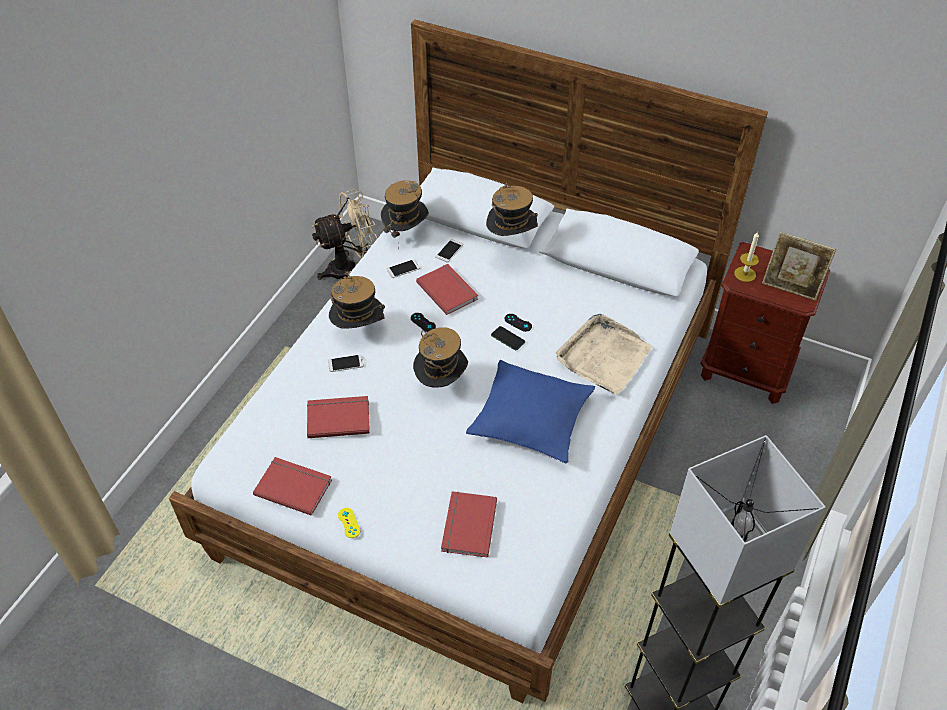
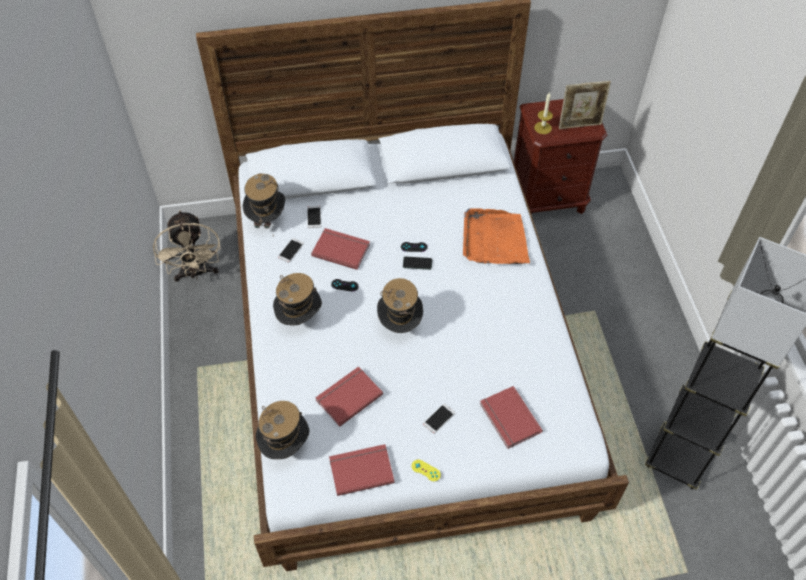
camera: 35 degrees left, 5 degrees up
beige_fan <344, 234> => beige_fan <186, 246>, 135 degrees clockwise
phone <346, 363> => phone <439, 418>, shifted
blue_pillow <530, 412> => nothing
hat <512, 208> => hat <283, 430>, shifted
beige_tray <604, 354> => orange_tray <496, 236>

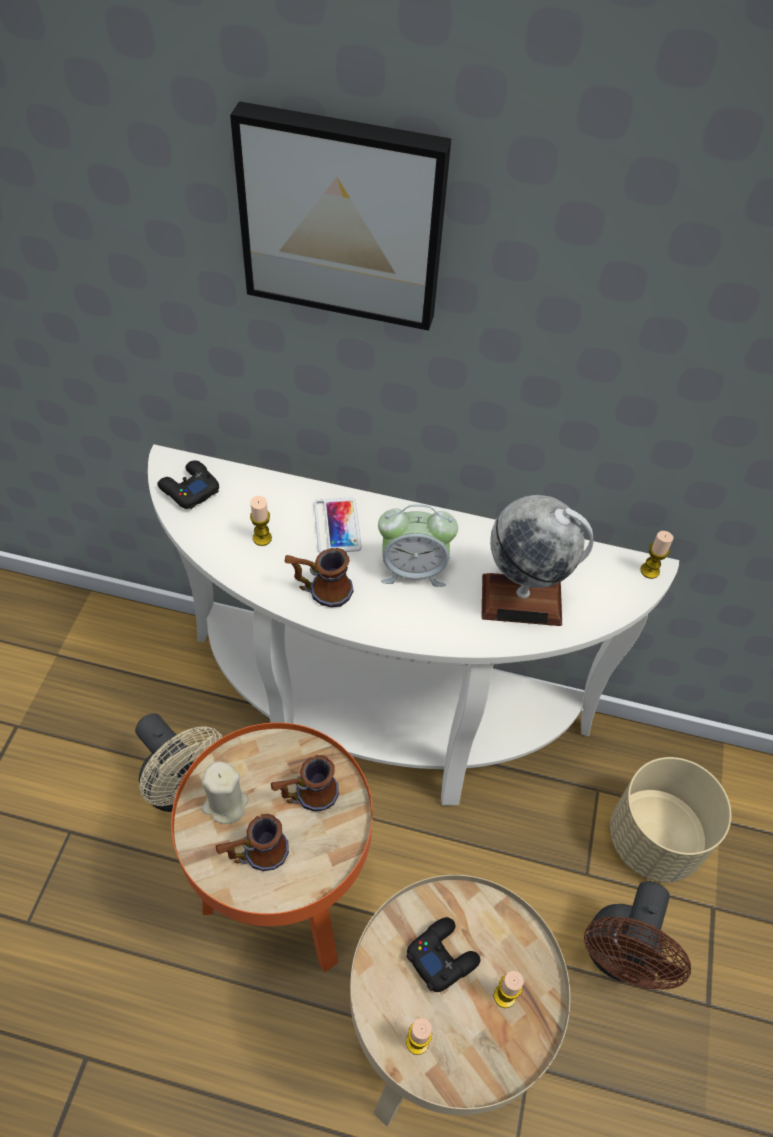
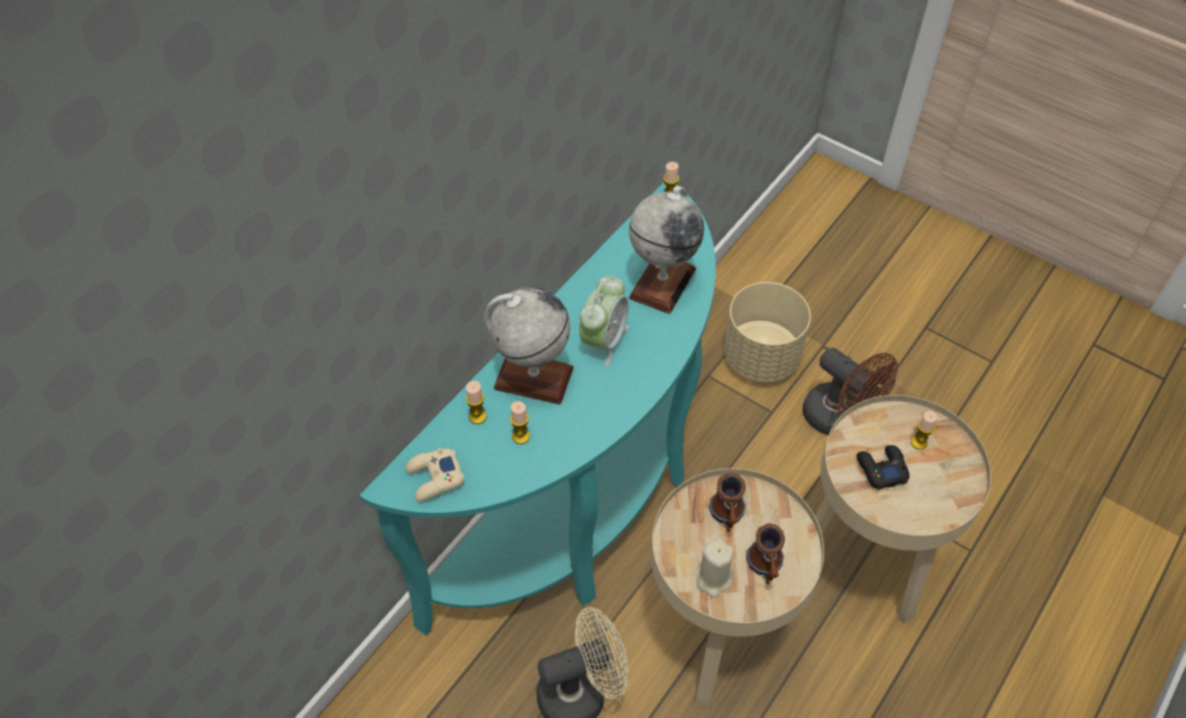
camera: 65 degrees left, 0 degrees up
white_console_table <413, 625> => turquoise_console_table <537, 408>
black_game_controller <188, 484> => beige_game_controller <435, 475>
orange_side_table <272, 847> => beige_side_table <737, 587>
picture <340, 216> => nothing
mug <319, 577> => nothing
phone <338, 525> => globe <529, 346>
candle <419, 1036> => candle <476, 402>, shifted

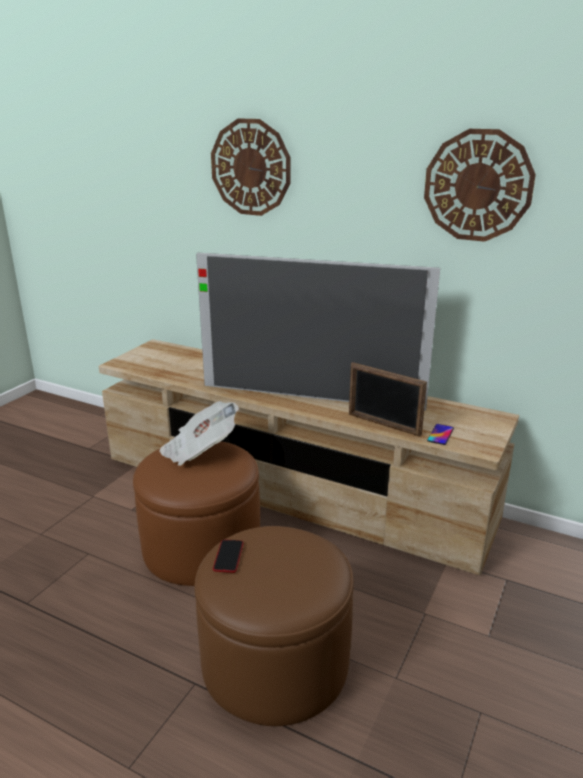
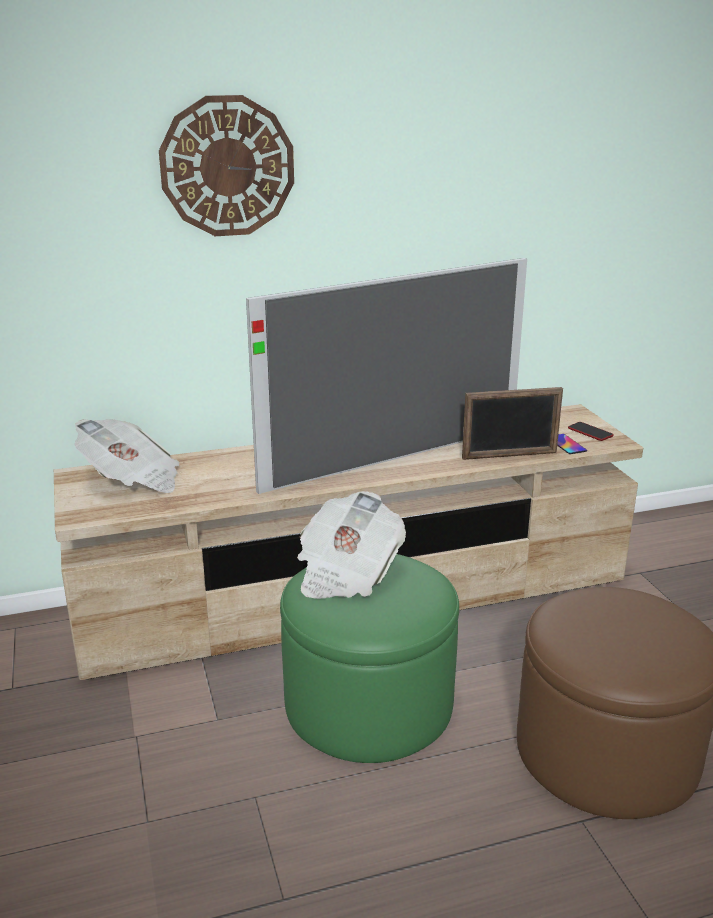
camera: 45 degrees left, 0 degrees up
brown_ottoman <196, 513> => green_ottoman <369, 658>
phone <228, 556> => phone <591, 431>, shifted
wall_clock <480, 185> => nothing
nothing => newspaper <126, 456>

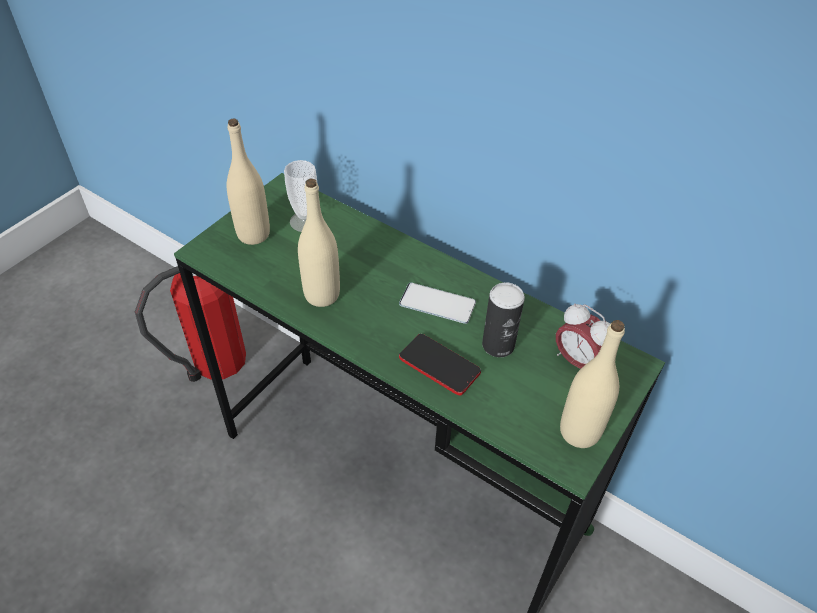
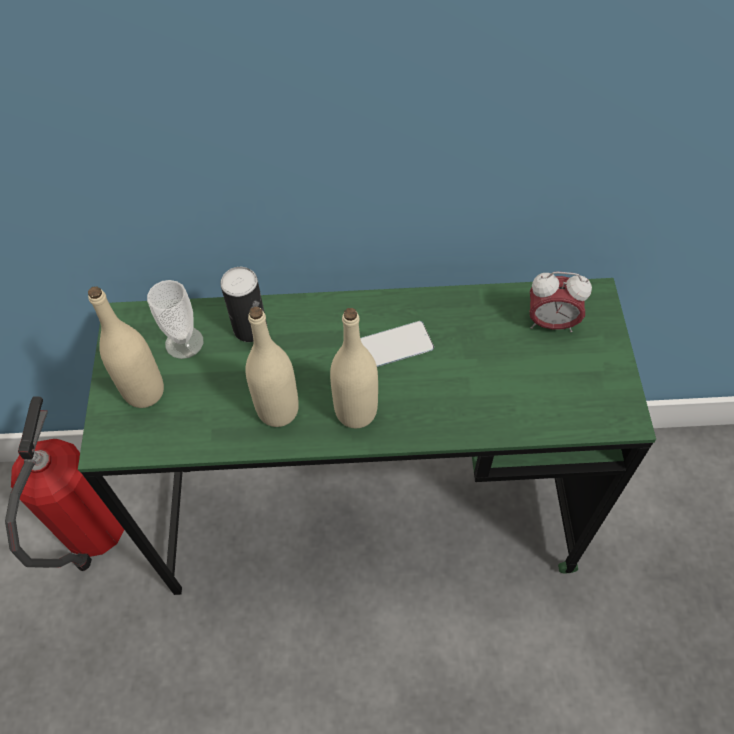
camera: 35 degrees left, 10 degrees up
phone <440, 365> => nothing
can <503, 319> => can <243, 304>, shifted
beige_bottle <592, 384> => beige_bottle <354, 368>, shifted

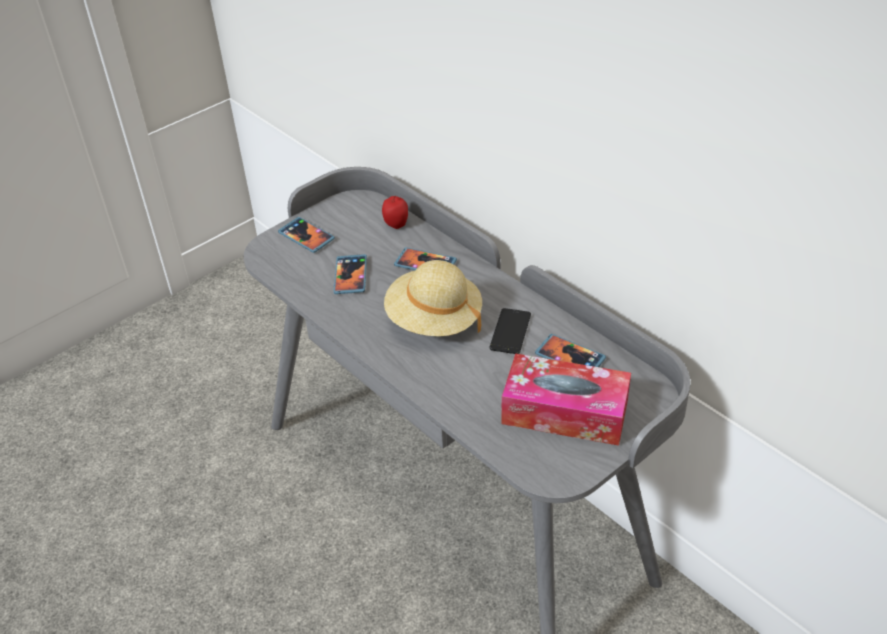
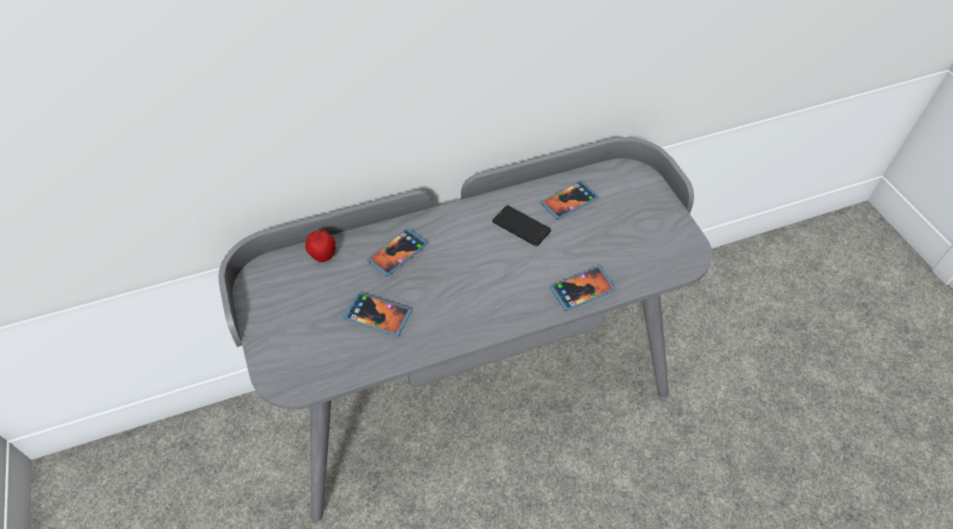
camera: 70 degrees left, 10 degrees up
phone <306, 235> => phone <583, 288>, shifted
beige_hat <433, 298> => nothing
tissue_box <566, 399> => nothing

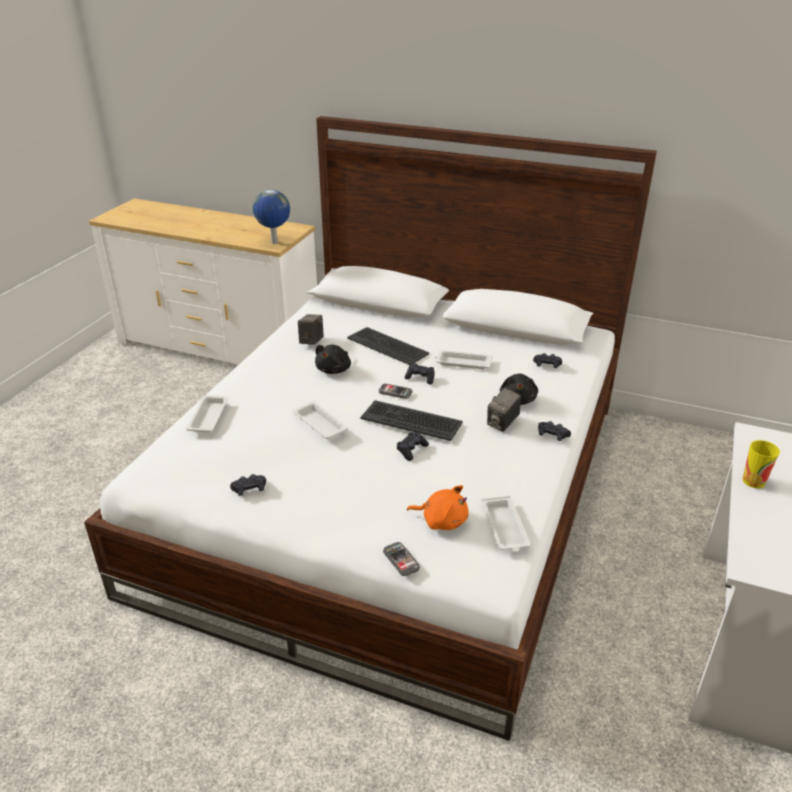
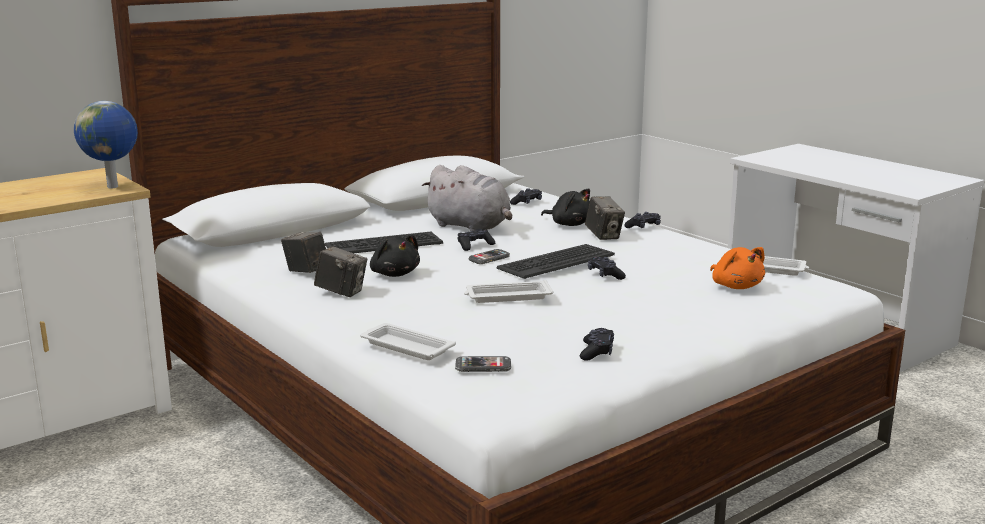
camera: 60 degrees left, 15 degrees down
phone <401, 559> => phone <483, 364>, shifted
orange_plush_toy <438, 507> => orange_plush_toy <737, 268>, 105 degrees clockwise
white_tray <464, 359> => grey_plush_toy <467, 198>
cup <761, 464> => nothing
nothing => photo_camera <340, 271>

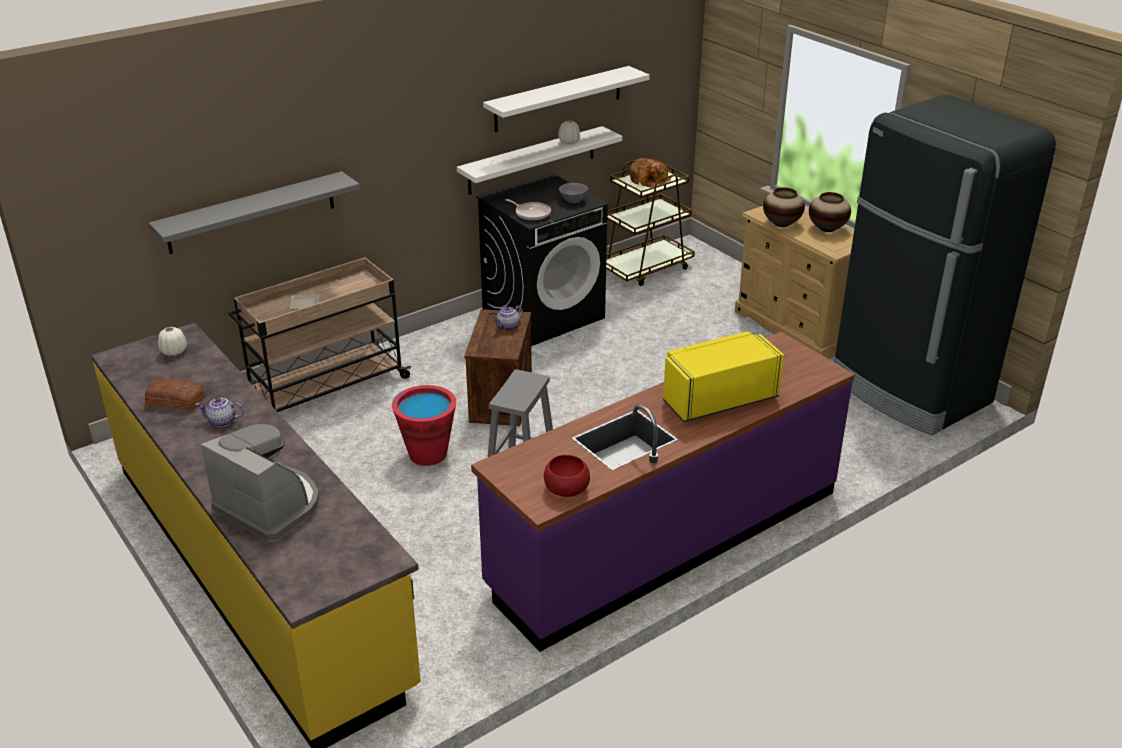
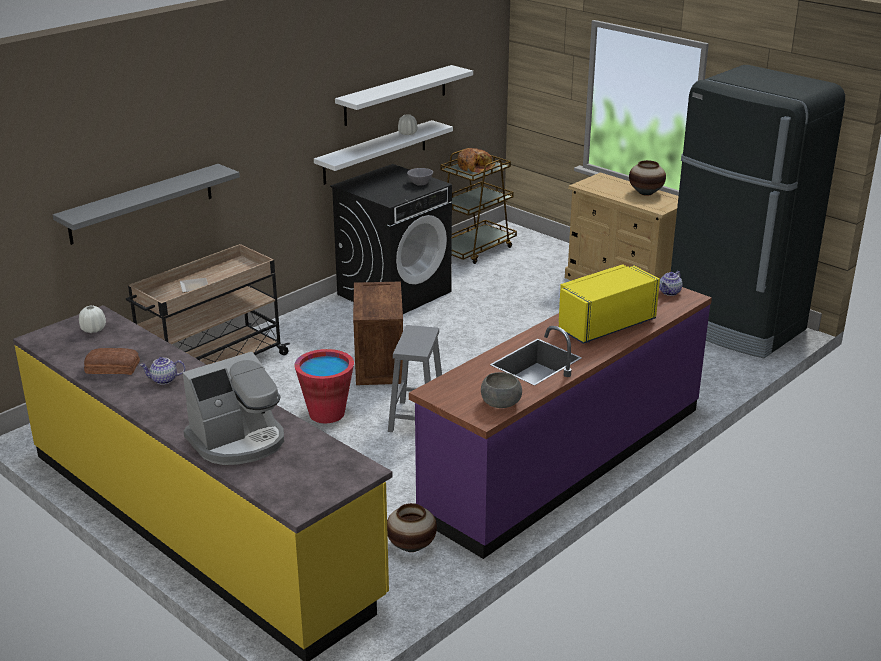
camera: 10 degrees left, 5 degrees down
coffee_machine <260, 483> => coffee_machine <233, 408>, 120 degrees clockwise
teapot <508, 318> => teapot <671, 283>, shifted
frying_pan <528, 210> => nothing
red_bowl <567, 476> => grey_bowl <501, 390>
vase <784, 207> => vase <412, 527>, shifted

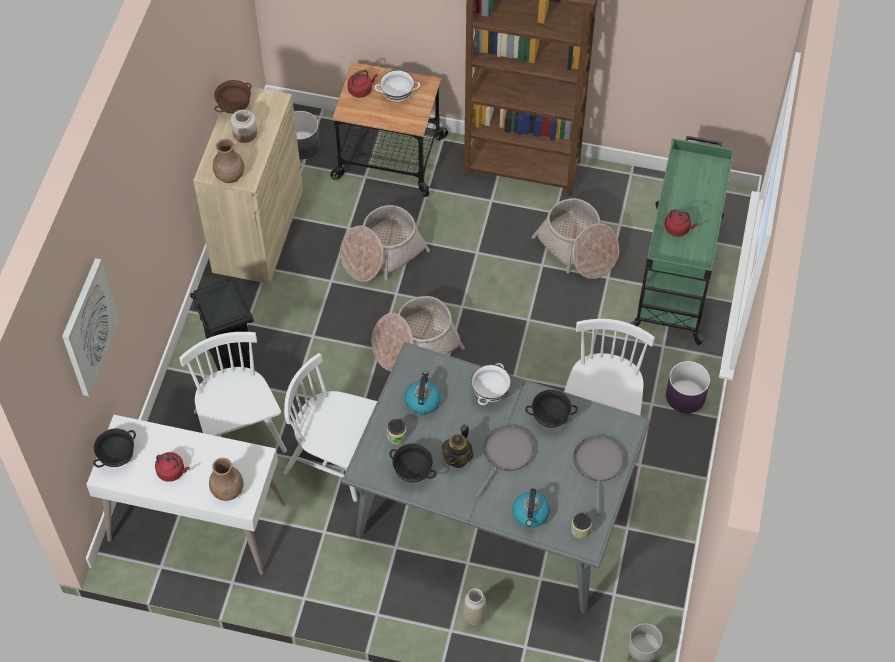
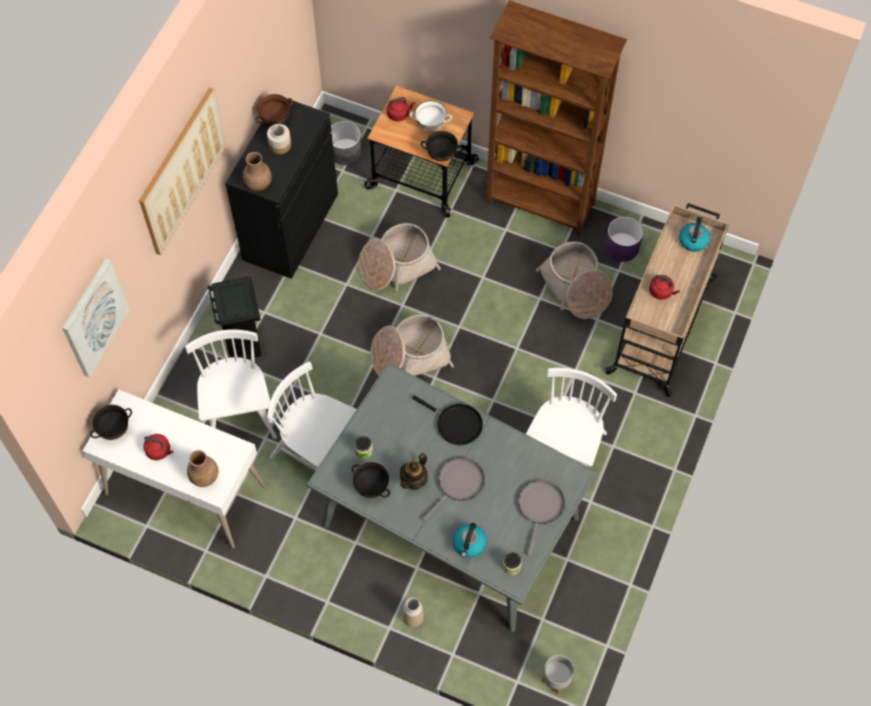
camera: 10 degrees right, 5 degrees up
beige_cabinet <248, 185> => black_cabinet <281, 189>
kettle <423, 392> => kettle <694, 233>, shifted
white_bowl <491, 384> => black_frying_pan <447, 420>
black_bowl <551, 408> => black_bowl <442, 146>, shifted
green_cart <682, 240> => beige_cart <667, 300>
purple_planter <688, 387> => purple_planter <624, 239>, shifted
nothing => picture <182, 171>

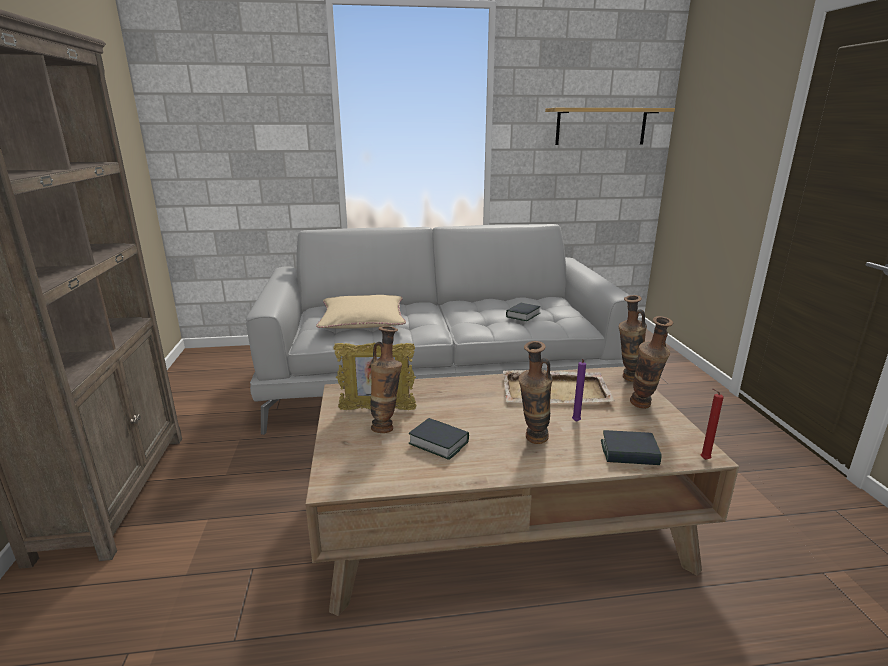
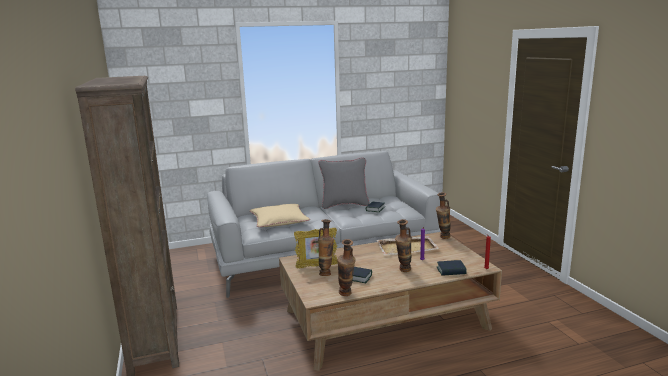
camera: 10 degrees left, 5 degrees down
shelf <610, 126> => nothing
vase <651, 362> => vase <346, 267>, shifted
nothing => grey_pillow <344, 183>

